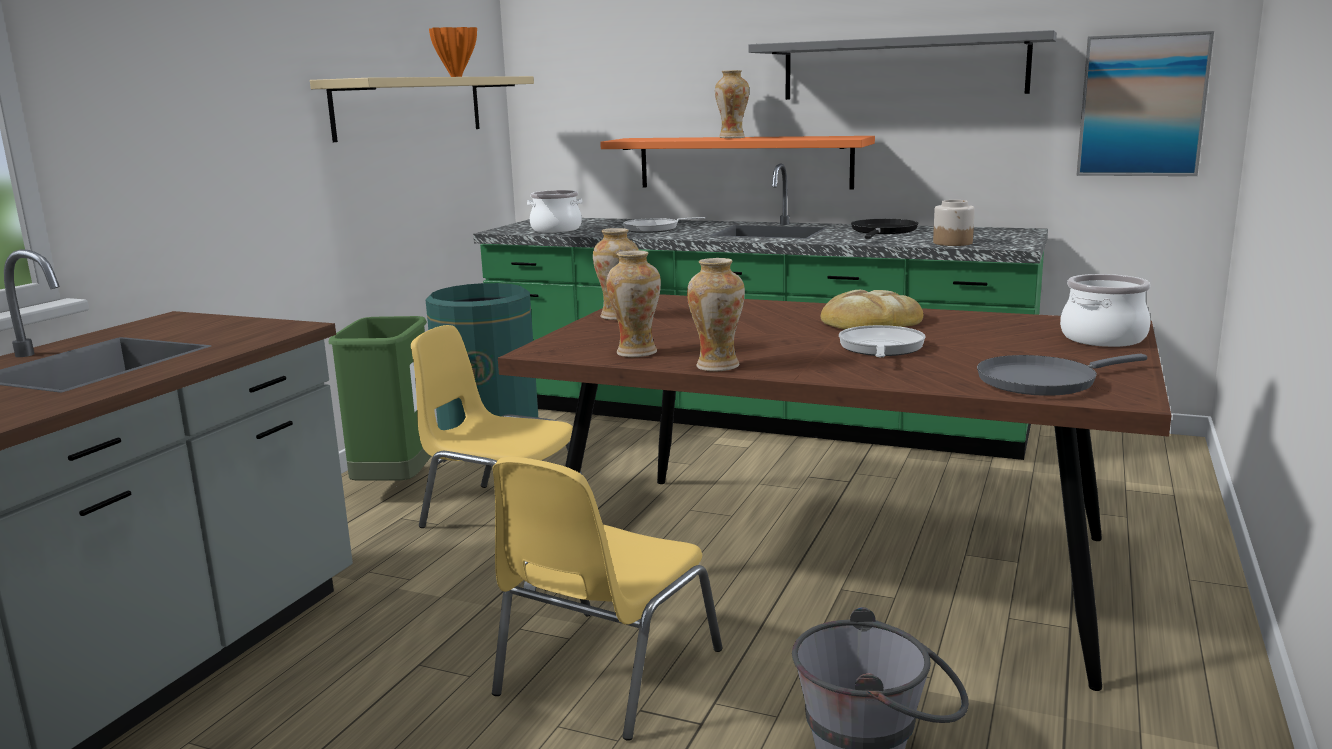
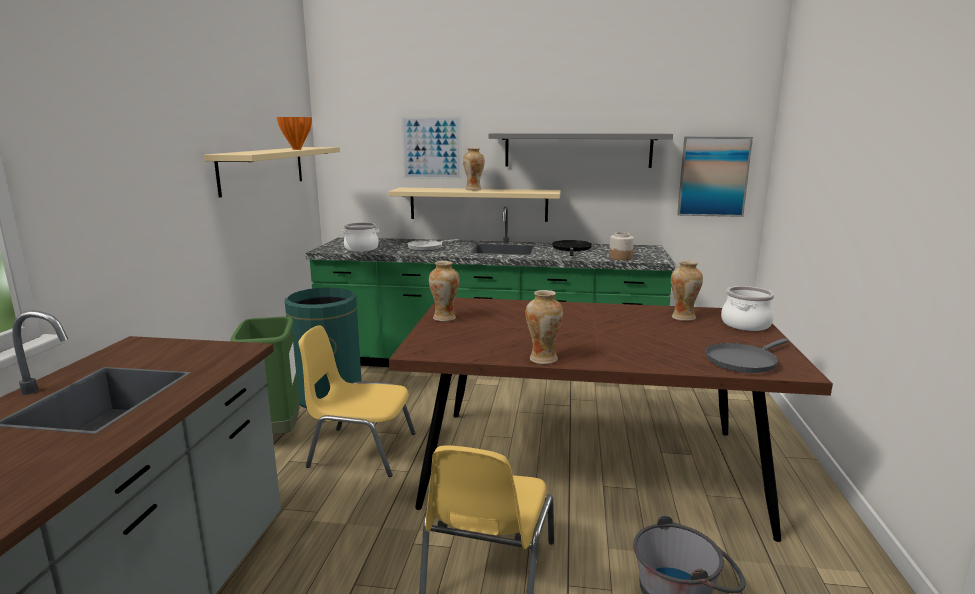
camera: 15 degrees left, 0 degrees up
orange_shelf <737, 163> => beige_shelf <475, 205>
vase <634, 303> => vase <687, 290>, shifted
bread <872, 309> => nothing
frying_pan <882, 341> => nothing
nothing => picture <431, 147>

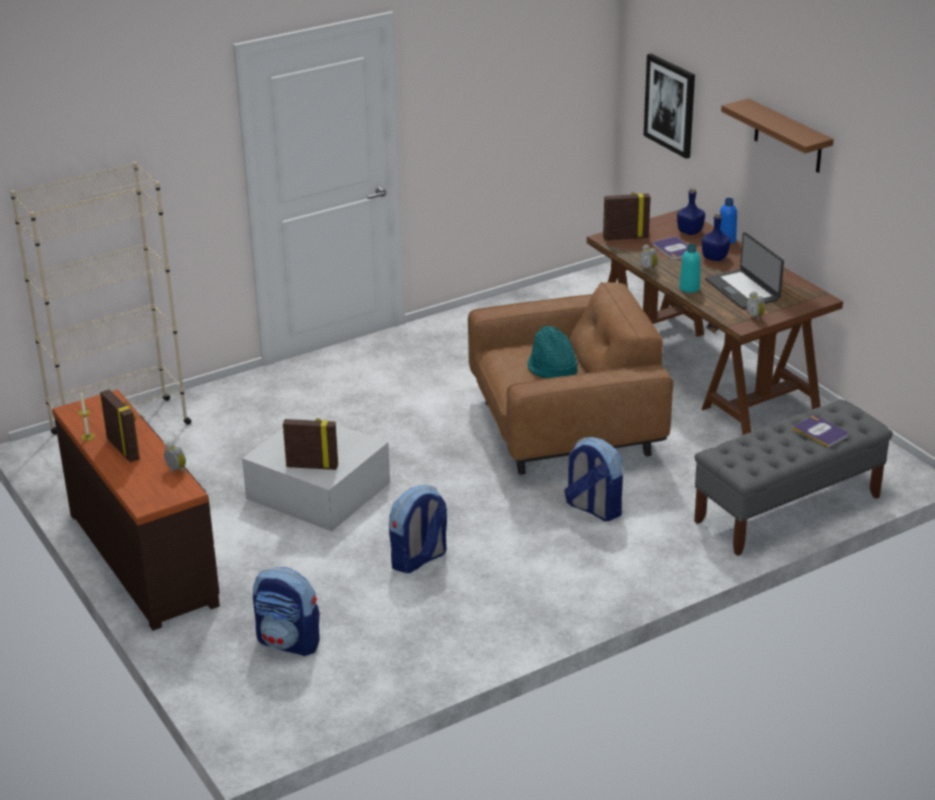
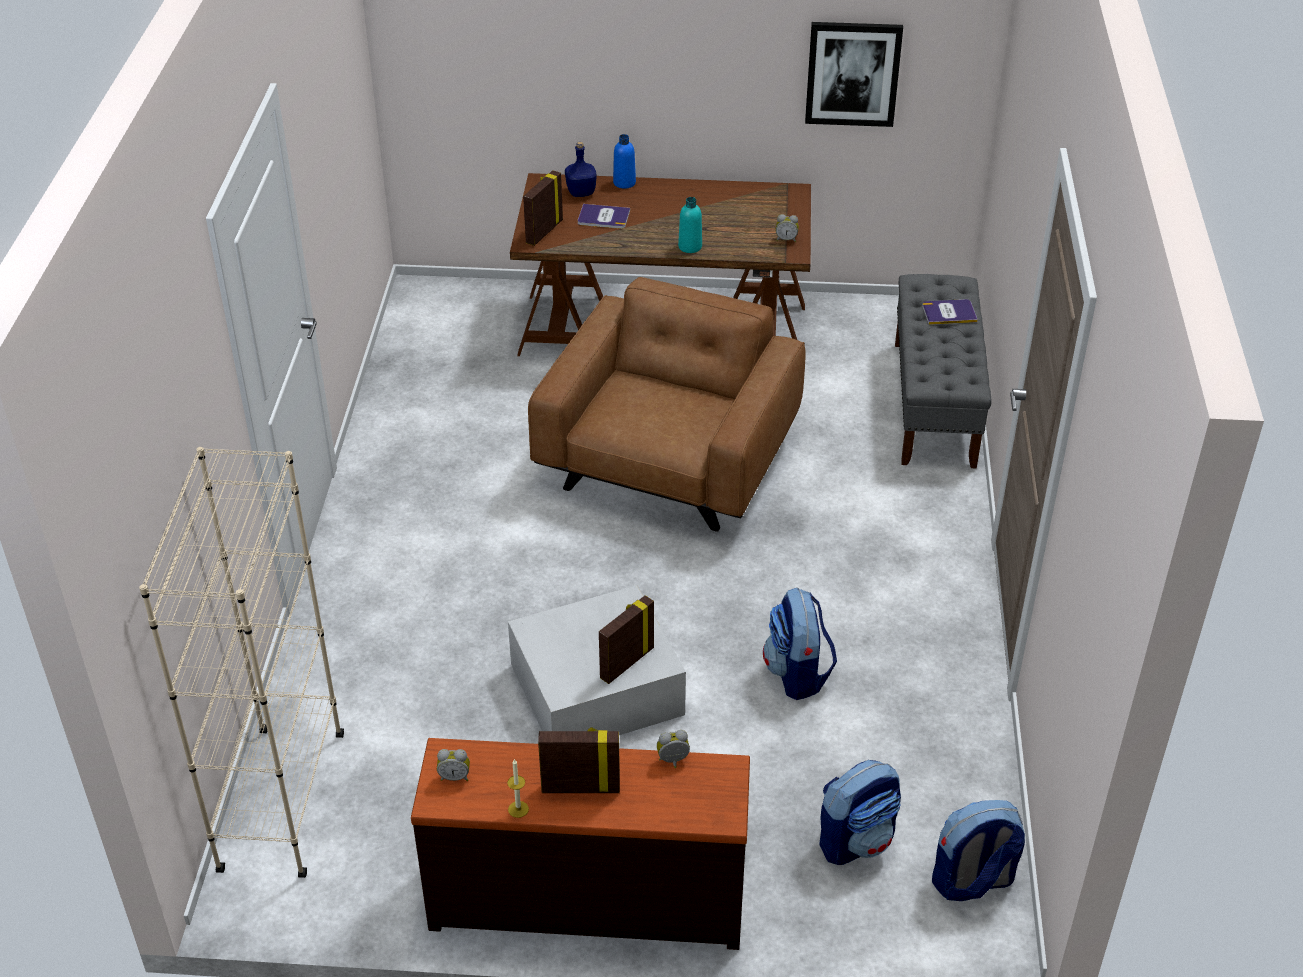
camera: 55 degrees left, 10 degrees up
turquoise_hat <553, 352> => nothing
backpack <593, 479> => backpack <978, 850>, shifted
alarm_clock <649, 258> => alarm_clock <453, 765>, shifted
picture <669, 106> => picture <854, 74>, shifted
blue_bottle <716, 237> => nothing
laptop <744, 270> => nothing
brown_shelf <777, 135> => nothing

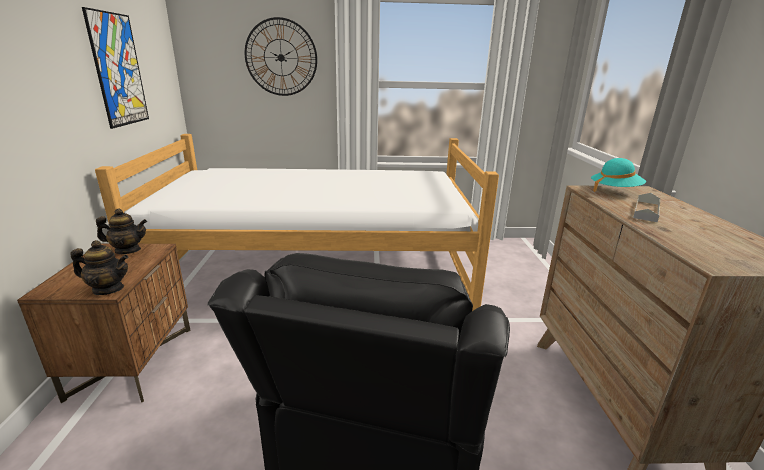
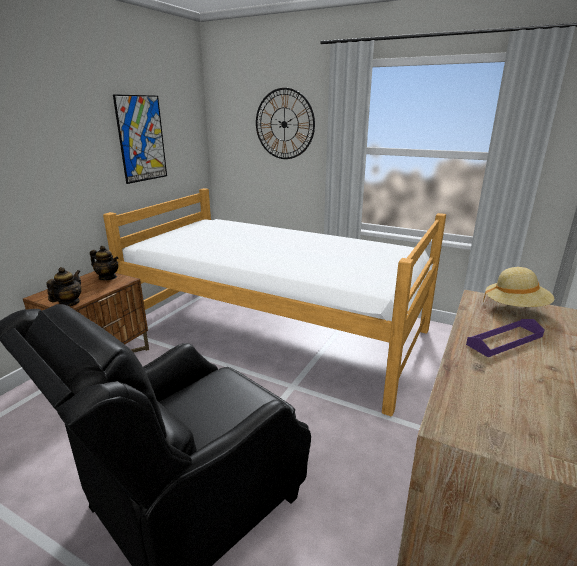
camera: 30 degrees right, 0 degrees up
teapot <99, 267> => teapot <64, 286>, 105 degrees counterclockwise
turquoise_hat <618, 175> => beige_hat <518, 287>
grey_tray <646, 207> => purple_tray <505, 338>

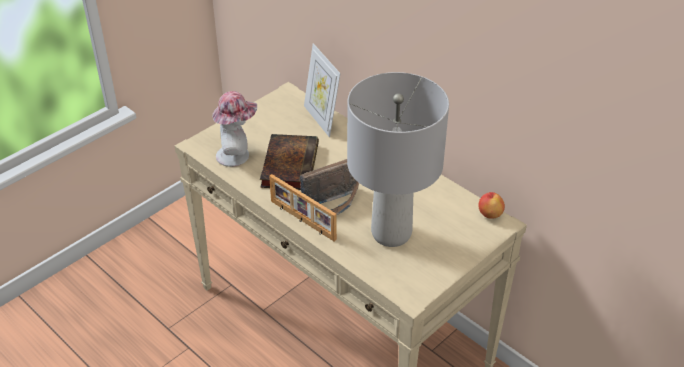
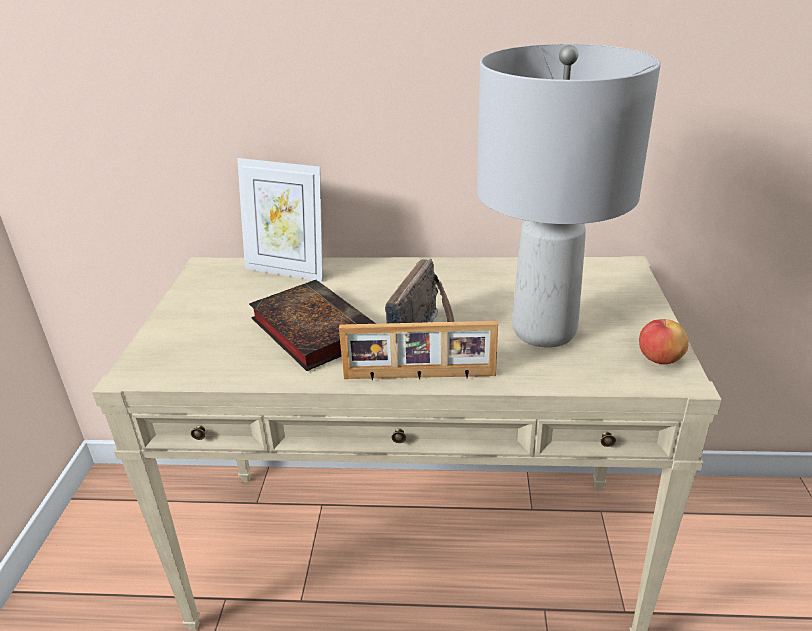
camera: 40 degrees left, 10 degrees down
hat <235, 129> => nothing
apple <491, 205> => apple <664, 341>, shifted

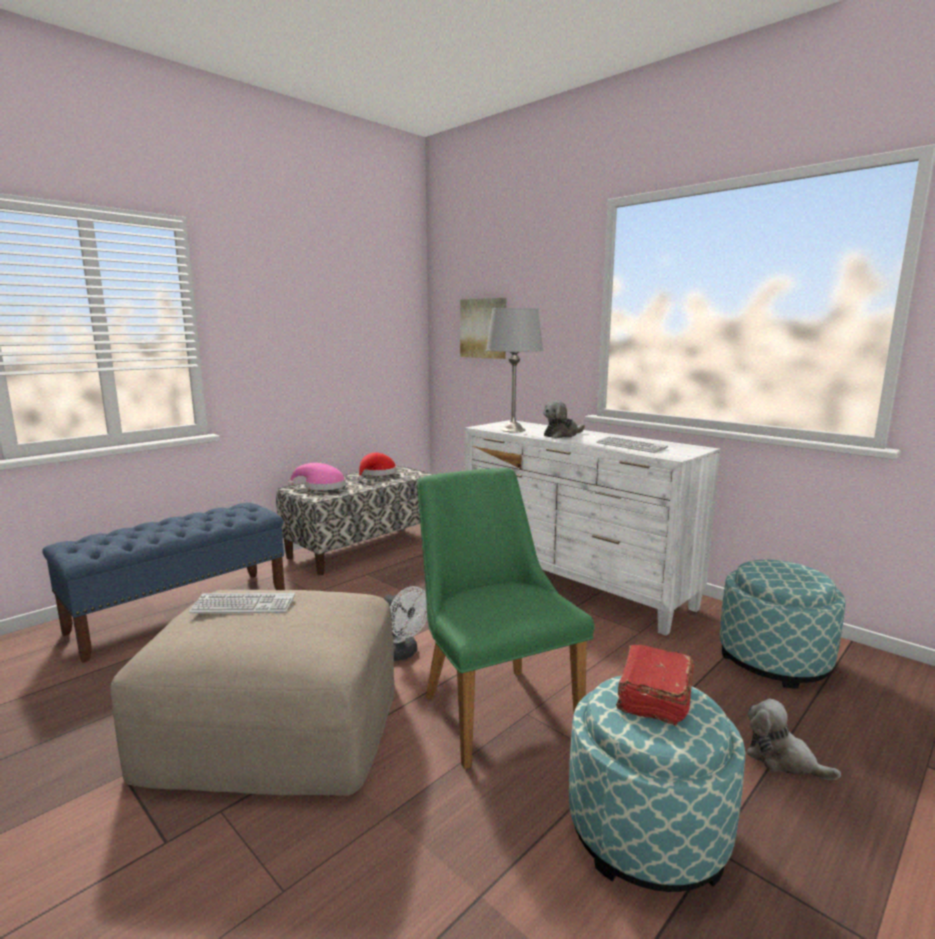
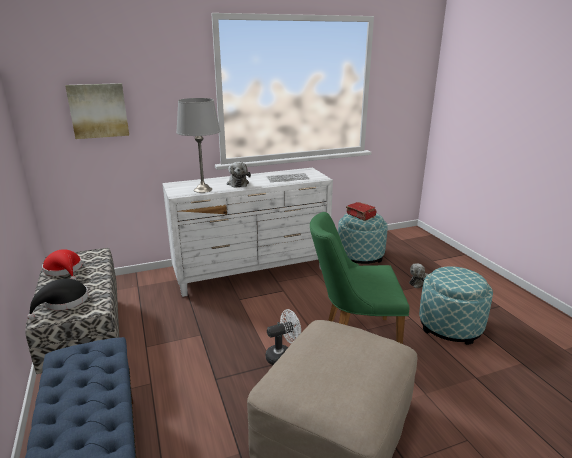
camera: 65 degrees left, 10 degrees up
keyboard <242, 603> => nothing
pink_hat <317, 476> => black_hat <58, 299>
red_book <655, 685> => red_book <361, 211>, shifted

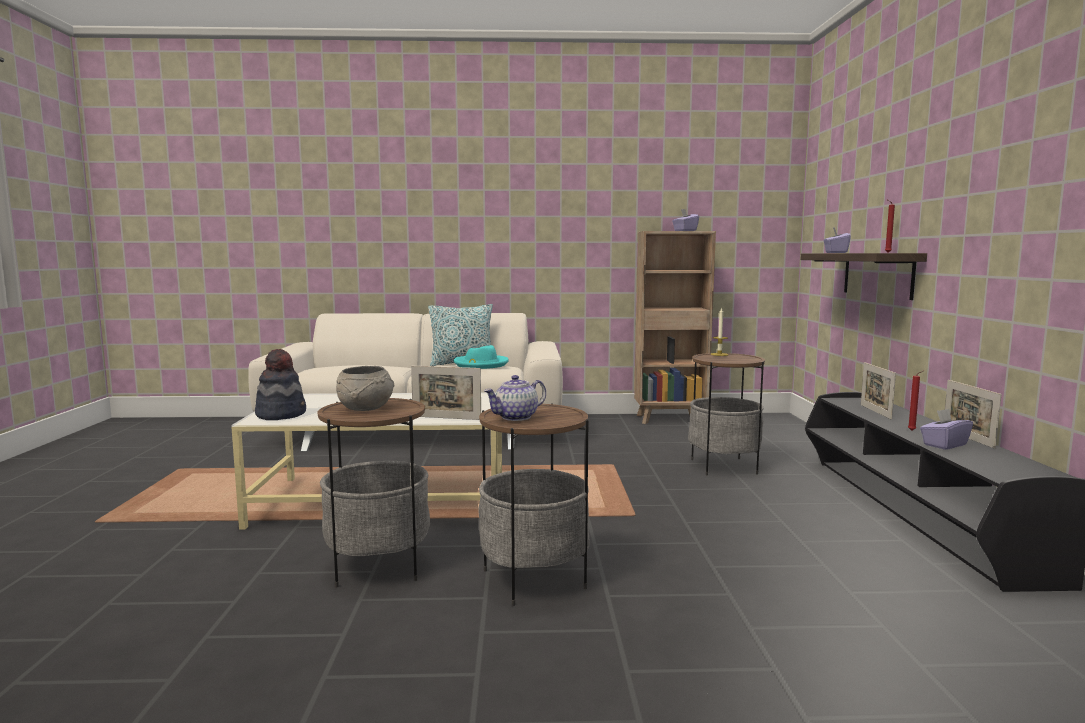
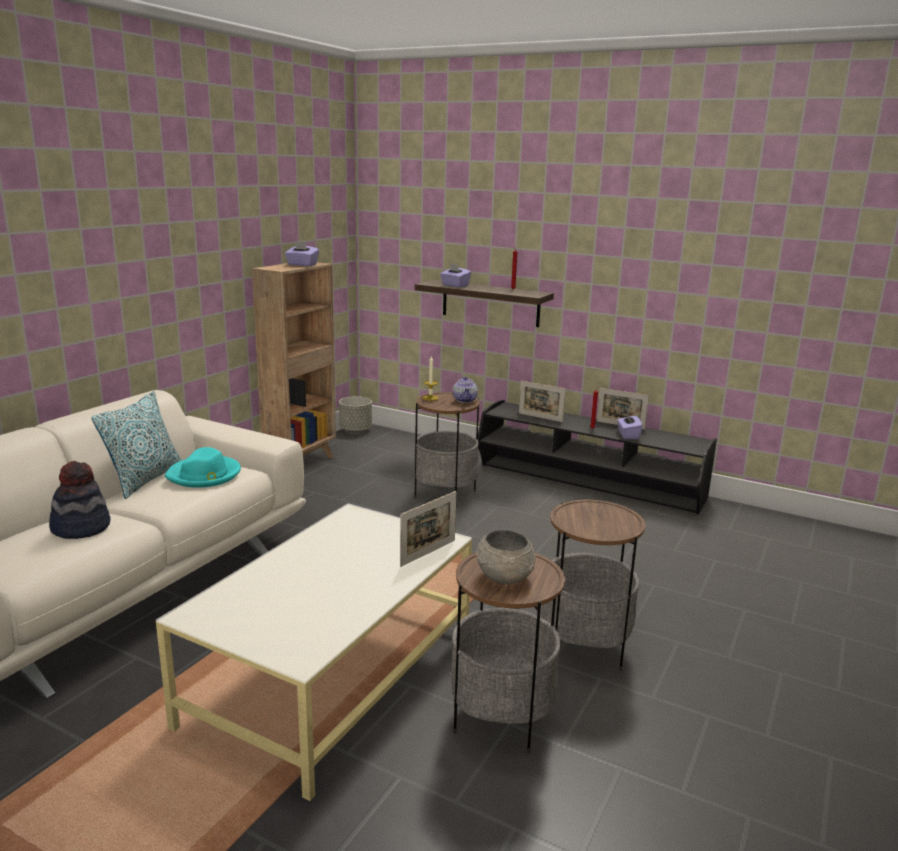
camera: 60 degrees left, 10 degrees up
hat <280, 384> => hat <79, 500>, shifted
teapot <515, 398> => teapot <465, 390>, shifted
nothing => grey_planter <355, 414>

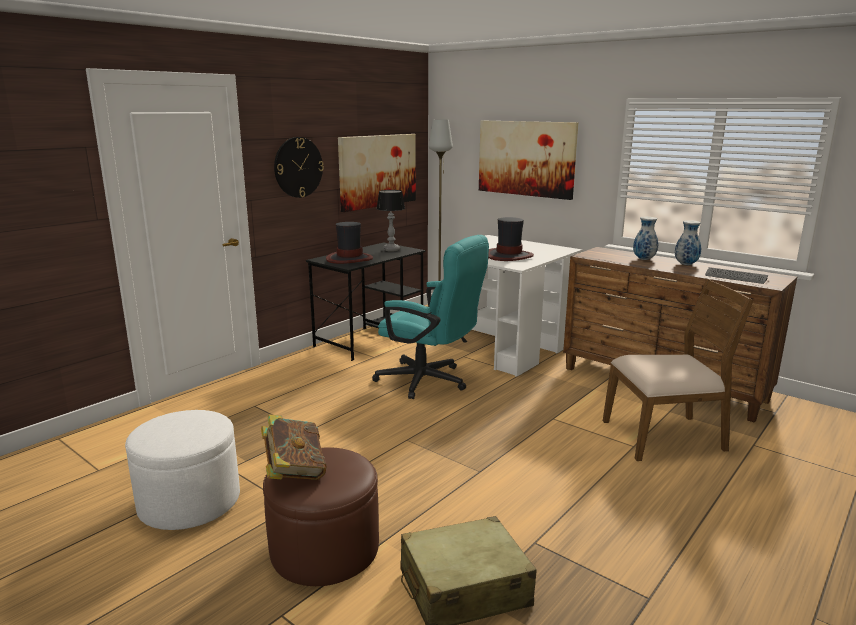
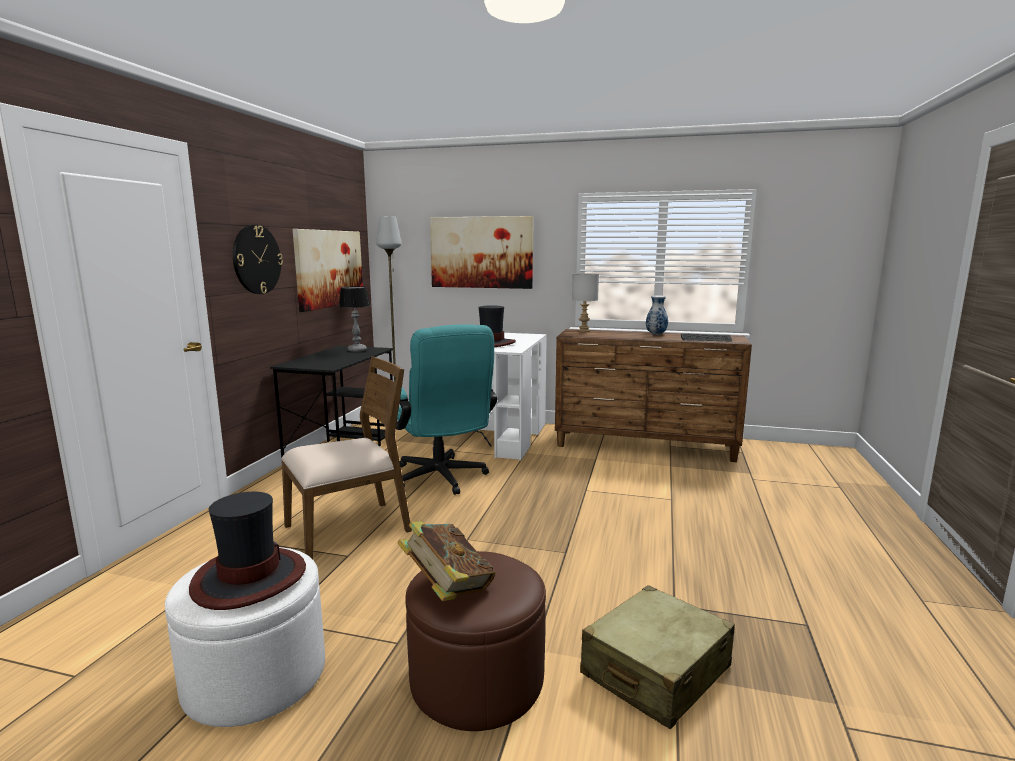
camera: 25 degrees left, 5 degrees down
hat <349, 243> => hat <247, 551>, shifted
turquoise_office_chair <430, 317> => turquoise_office_chair <446, 409>, 60 degrees clockwise
brown_chair <678, 370> => brown_chair <346, 457>, shifted
vase <645, 238> => nothing
nothing => grey_table_lamp <585, 302>

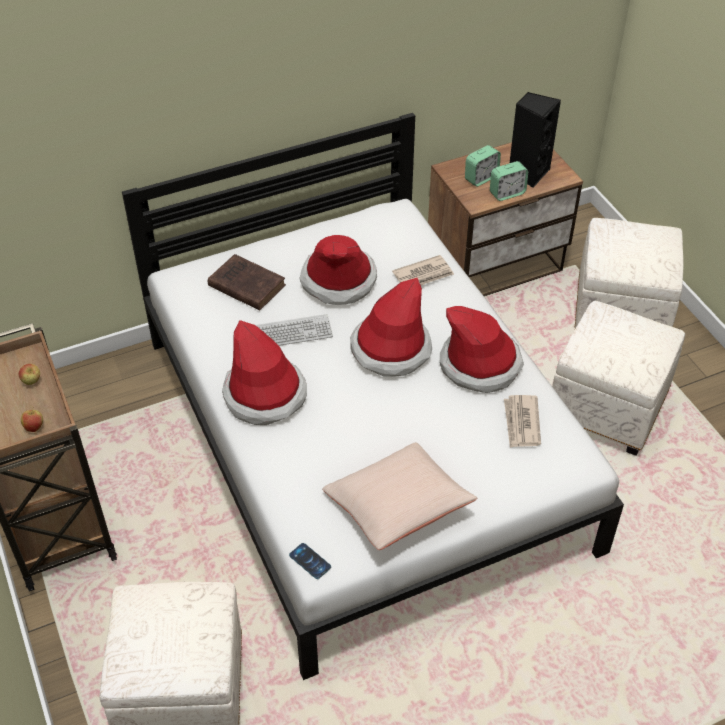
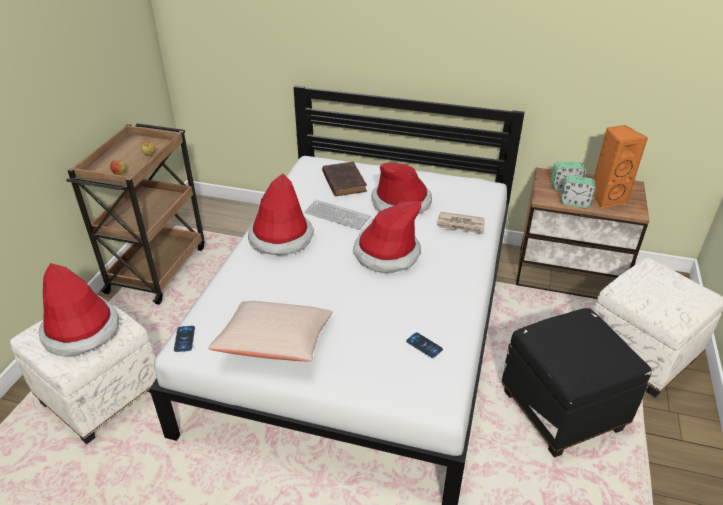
camera: 40 degrees right, 10 degrees down
hat <482, 349> => hat <78, 310>, shifted
newspaper <522, 421> => phone <424, 345>
black_speaker <535, 140> => orange_speaker <620, 166>
white_ottoman <618, 378> => black_ottoman <577, 383>

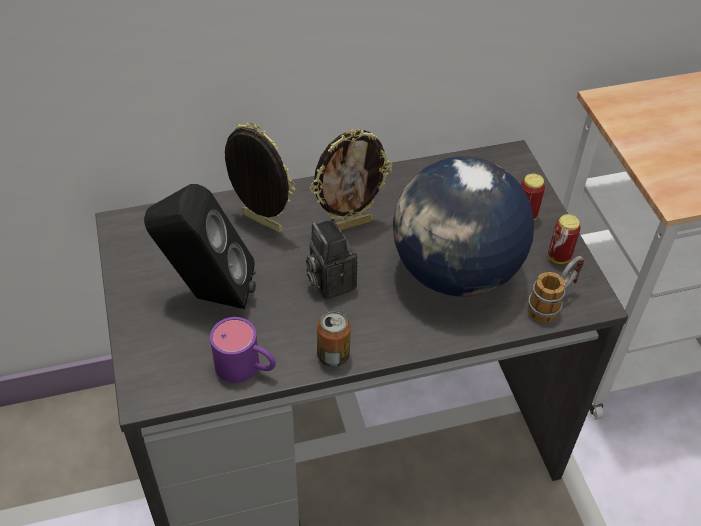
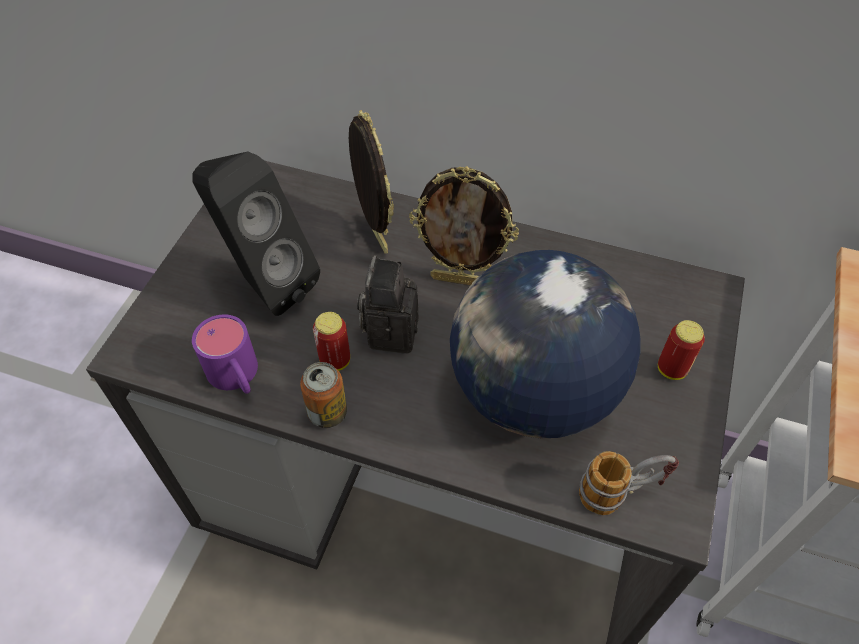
camera: 35 degrees right, 5 degrees up
can <564, 239> => can <331, 341>, shifted

